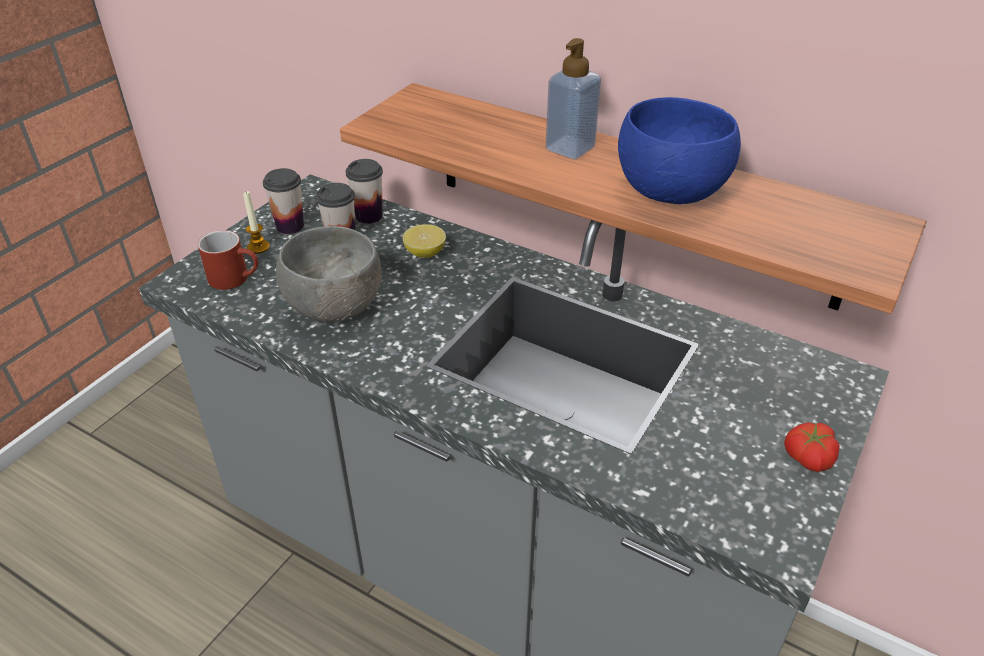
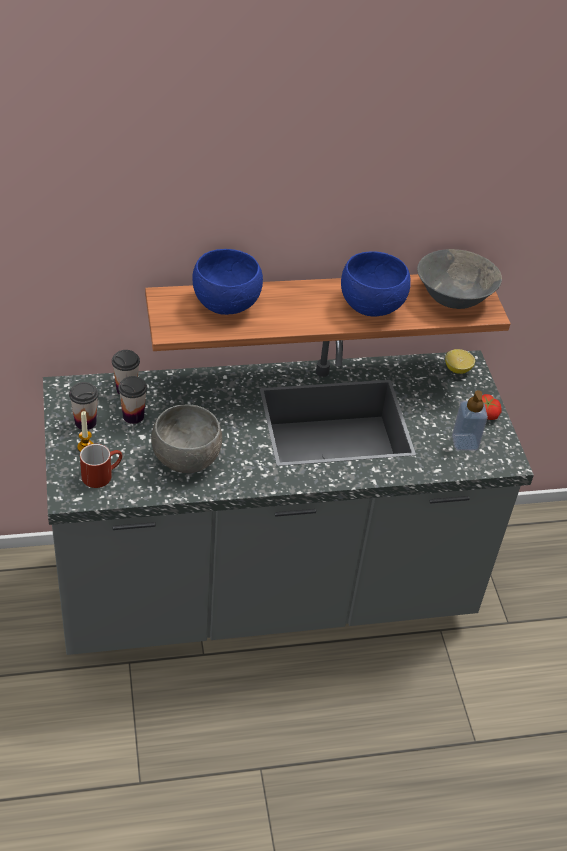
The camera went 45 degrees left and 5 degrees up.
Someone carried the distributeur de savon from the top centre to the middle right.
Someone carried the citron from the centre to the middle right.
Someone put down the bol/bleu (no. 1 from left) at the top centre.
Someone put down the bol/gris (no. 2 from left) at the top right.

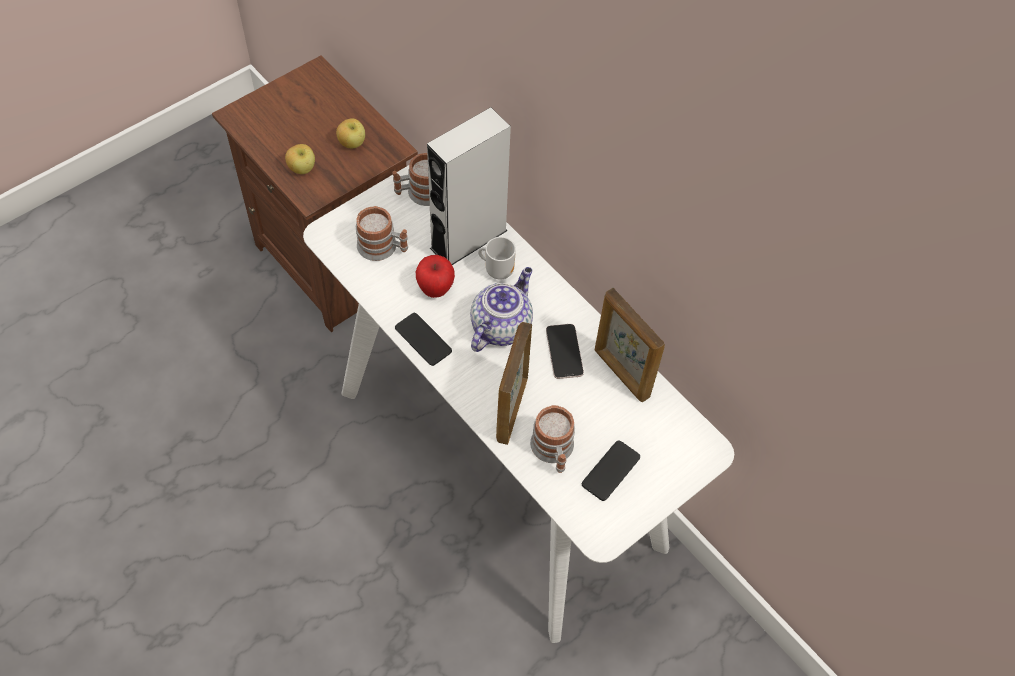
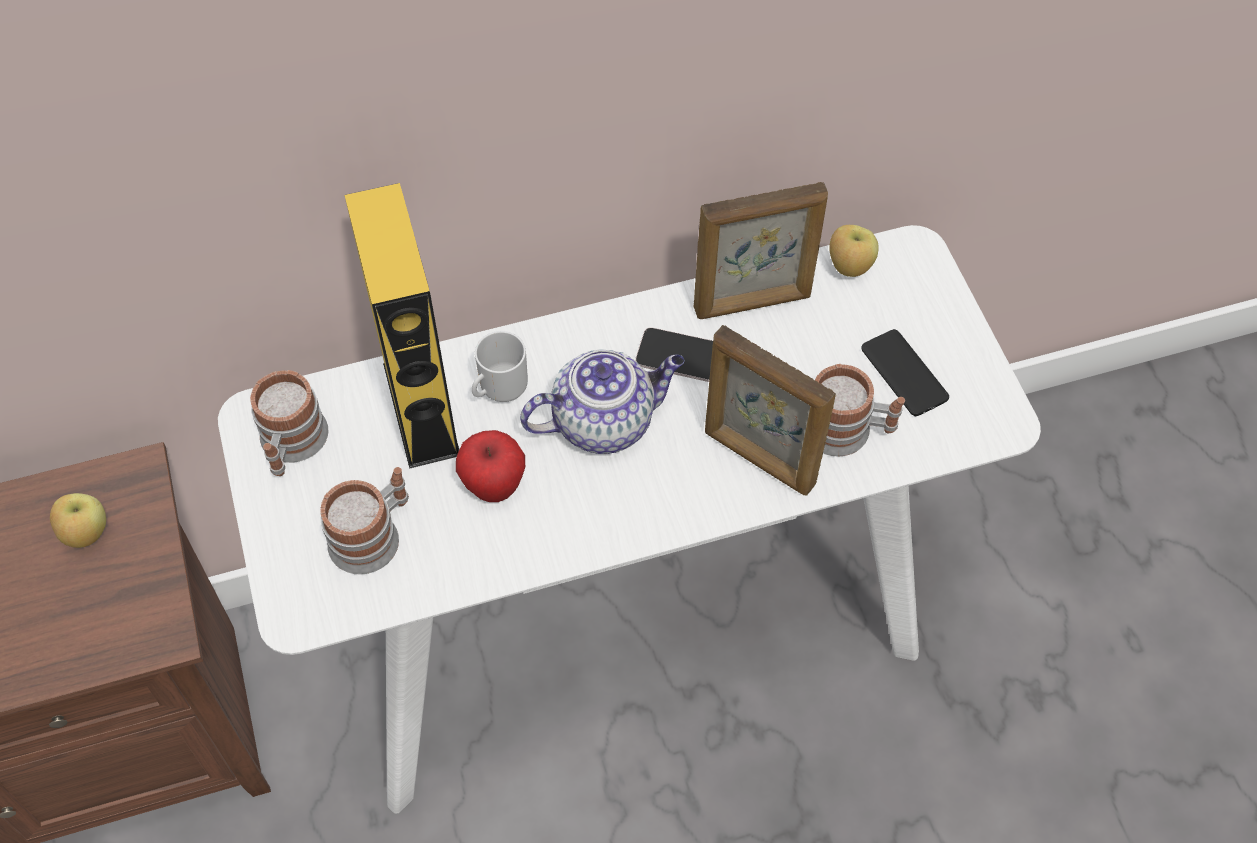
The camera went 65 degrees left and 0 degrees up.
Someone repainted the enceinte/gris at the top centre, which became the enceinte/jaune at the middle left.
Someone carried the pomme (no. 1 from left in the first image) from the top left to the top right.
Someone rotated the théière at the centre by 105 degrees clockwise.
Someone took away the téléphone (no. 1 from left) at the centre.

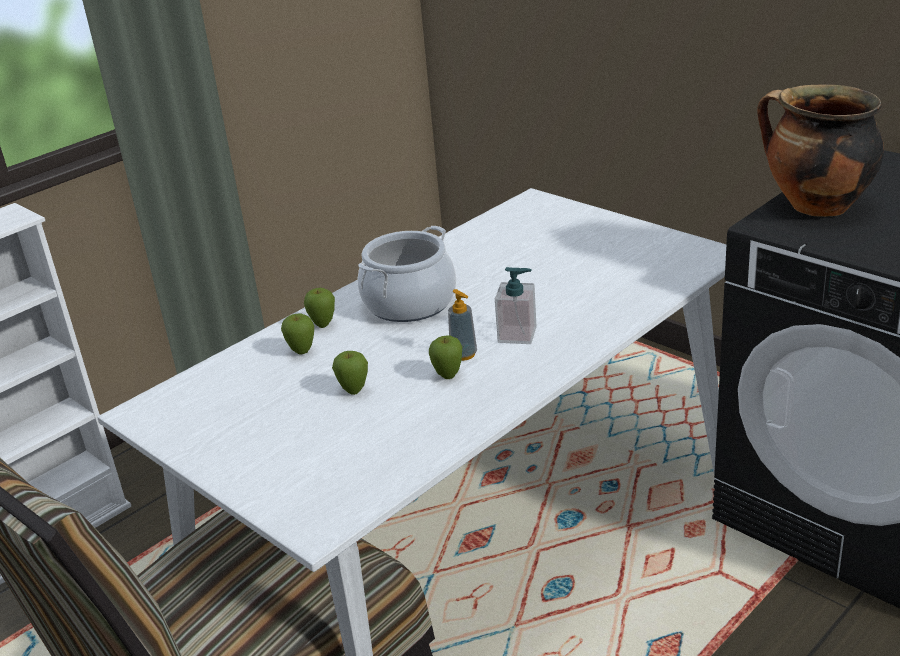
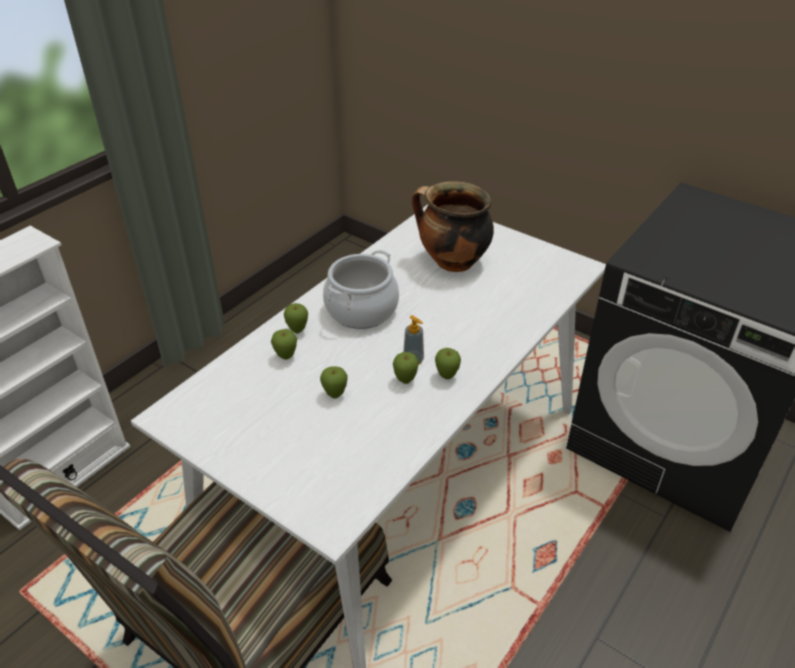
The camera went 10 degrees left and 10 degrees up.
Someone carried the marmite (no. 2 from left) from the top right to the centre.
Someone took away the distributeur de savon (no. 2 from left) at the centre.
Someone put down the pomme (no. 5 from left) at the centre.

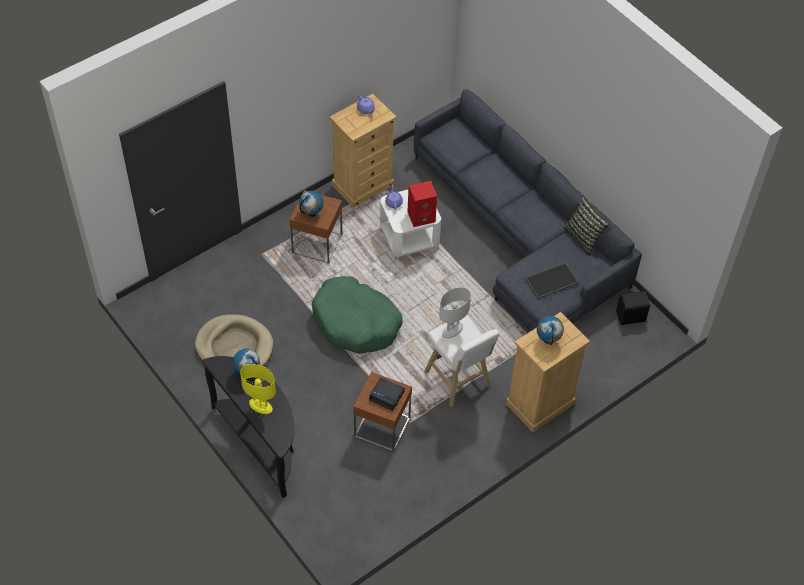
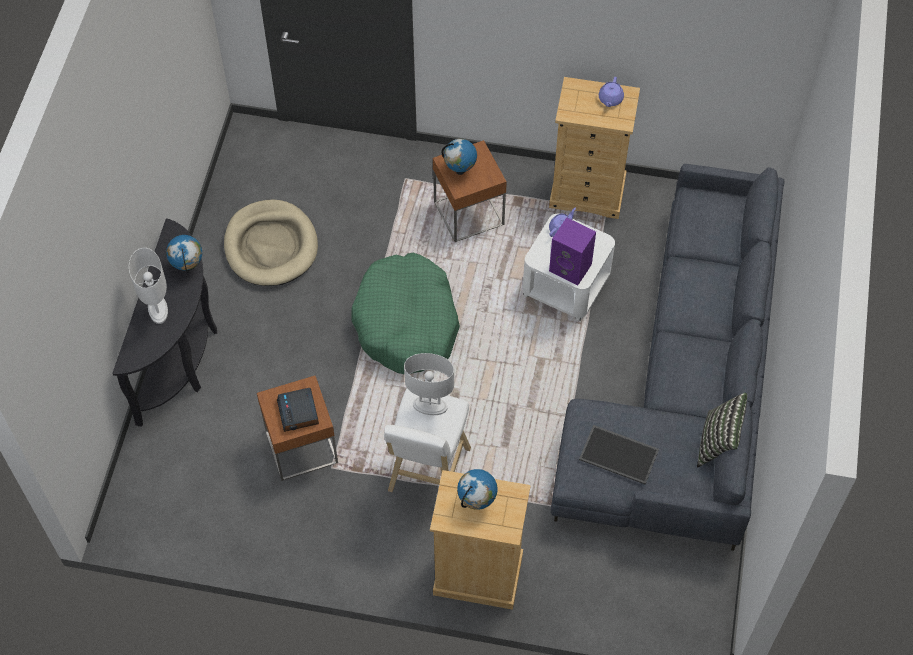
The camera went 50 degrees right and 5 degrees up.
Someone repainted the enceinte/rouge at the centre, which became the enceinte/violet at the centre.
Someone took away the enceinte/noir at the middle right.
Someone repainted the lampe de table/jaune at the middle left, which became the lampe de table/blanc (no. 1 from left) at the middle left.

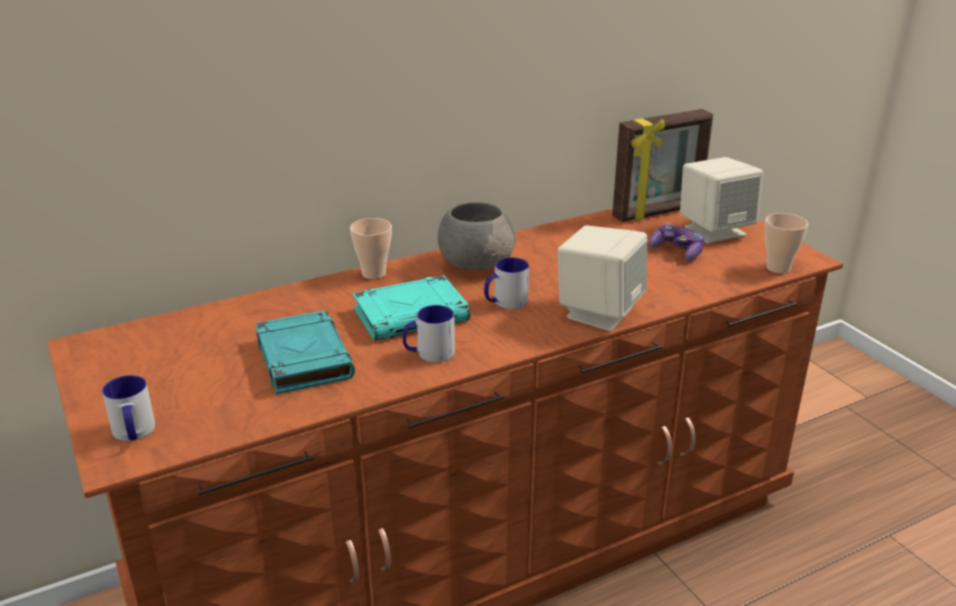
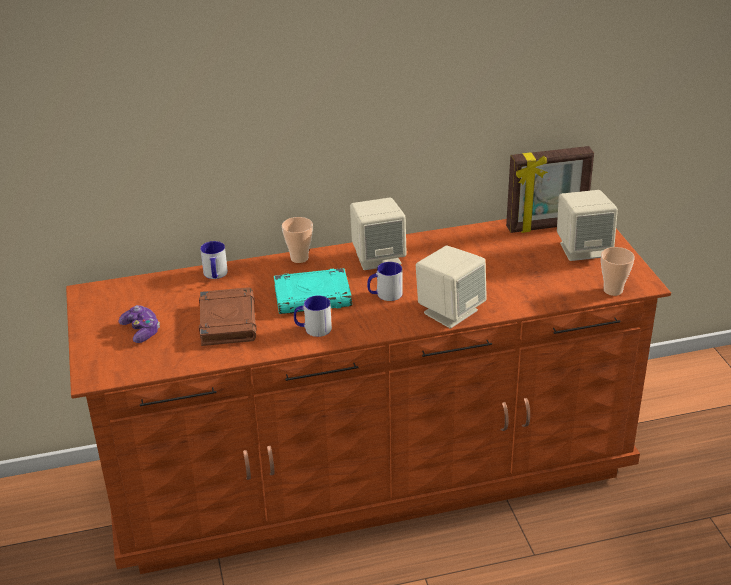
The camera went 15 degrees right and 5 degrees up.
Someone swapped the bol/gris at the centre for the enceinte/beige (no. 1 from left) at the centre.
Someone carried the manette from the middle right to the middle left.
Someone repainted the livre/turquoise (no. 1 from left) at the middle left, which became the livre/marron at the middle left.
Someone carried the mug (no. 1 from left) from the bottom left to the middle left.

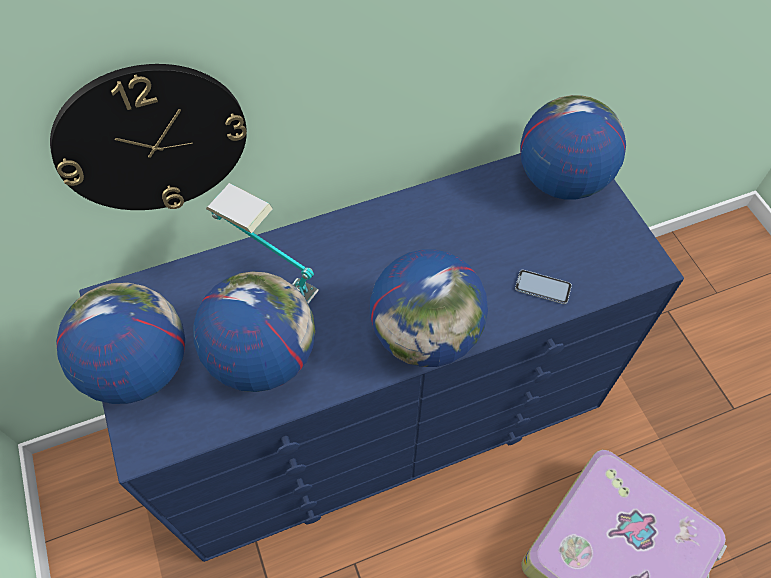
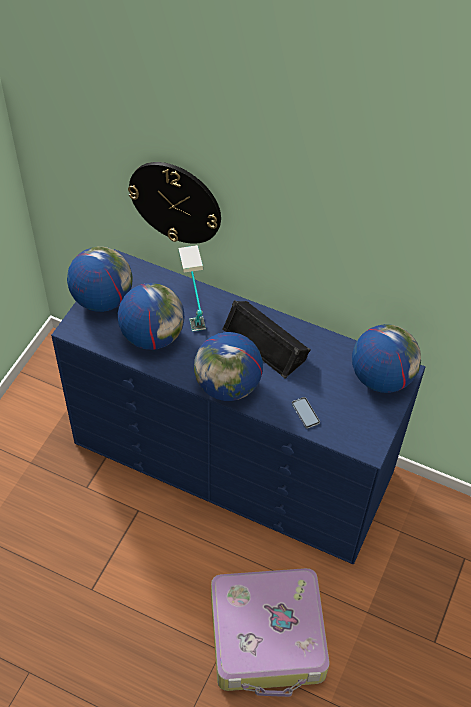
The camera went 45 degrees right and 5 degrees down.
Someone put down the enceinte/noir at the centre.

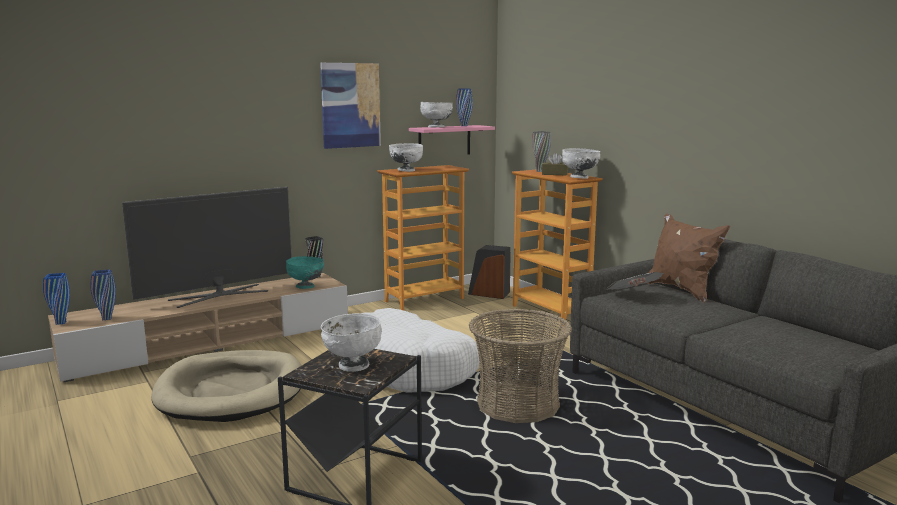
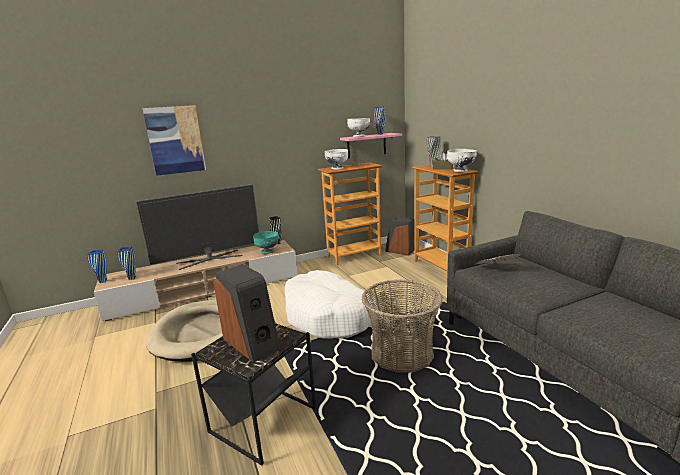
The camera went 10 degrees right and 5 degrees up.
Someone carried the tableau from the top centre to the top left.
Someone took away the coussin/marron at the middle right.
Someone swapped the bol/blanc (no. 1 from left) at the bottom centre for the enceinte (no. 1 from left) at the centre.

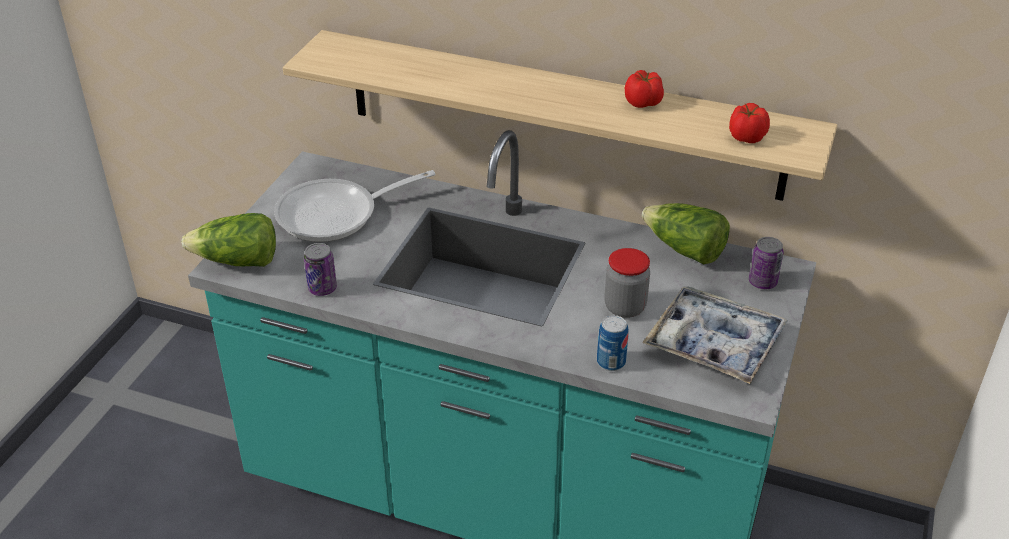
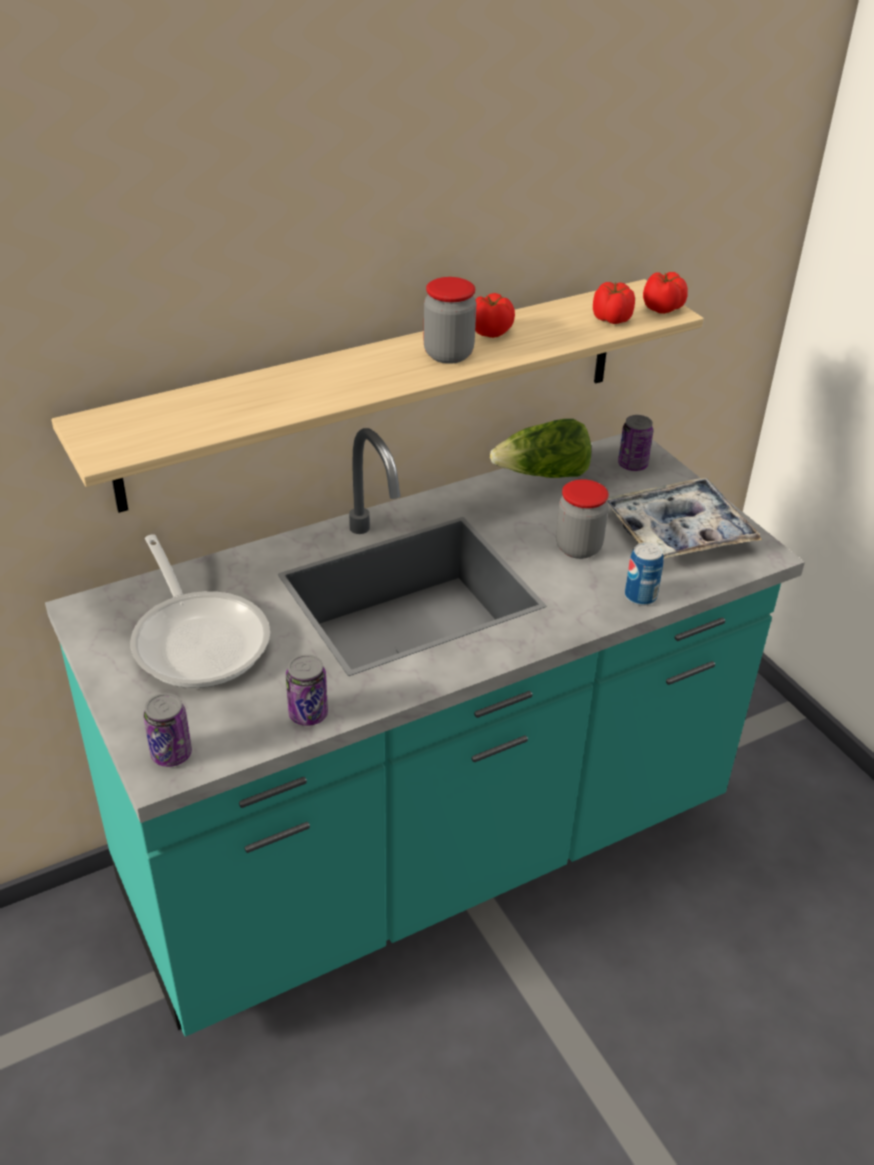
The camera went 50 degrees left and 0 degrees up.
Someone rotated the poêle at the centre by 45 degrees counterclockwise.
Someone swapped the laitue (no. 1 from left) at the middle left for the boîte métallique (no. 1 from left) at the middle left.
Someone put down the tomate (no. 3 from left) at the top right.
Someone put down the bocal (no. 1 from left) at the top centre.

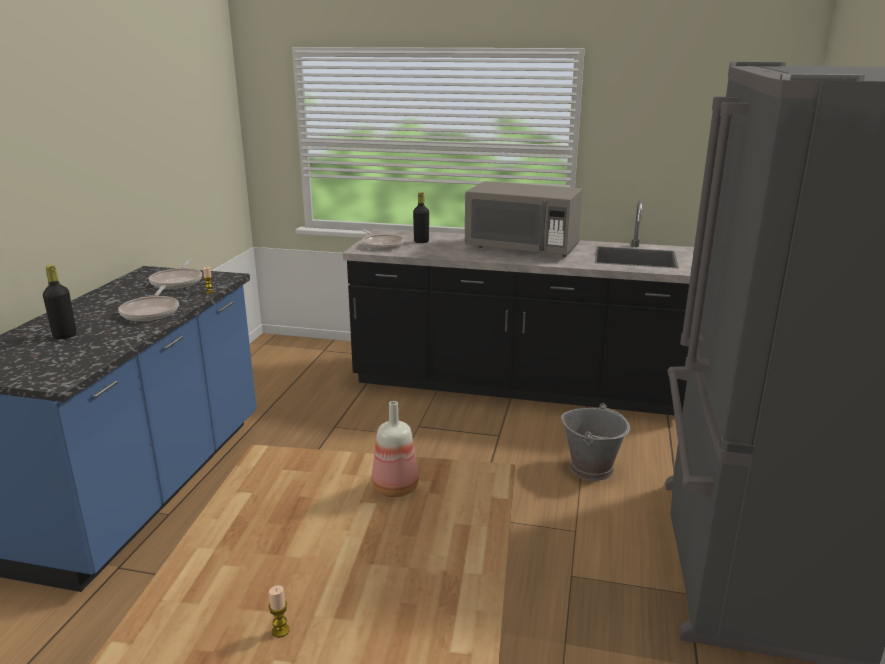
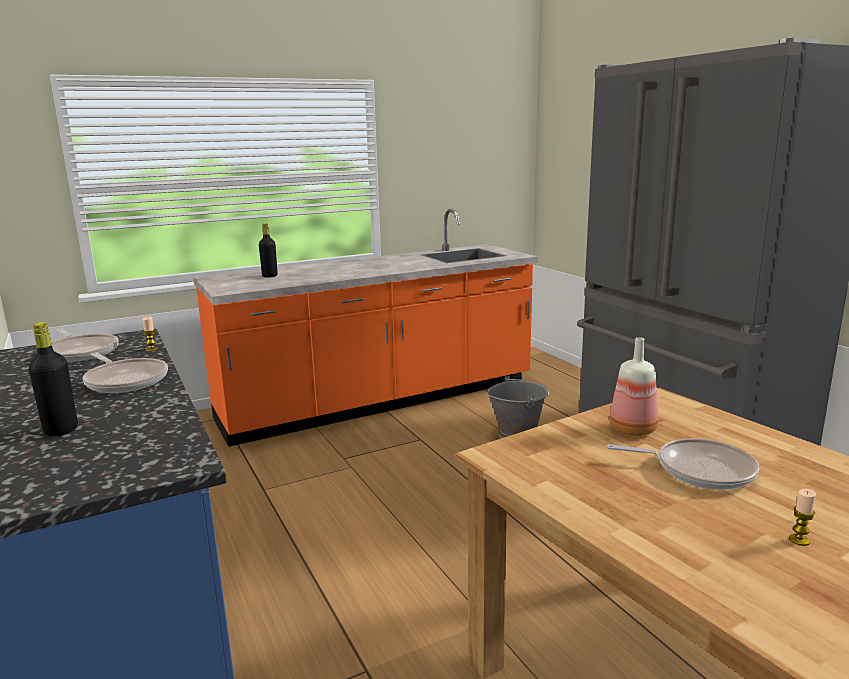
The camera went 40 degrees left and 5 degrees down.
Someone took away the micro-ondes/gris at the top centre.
Someone repainted the comptoir de cuisine/noir at the centre, which became the comptoir de cuisine/orange at the centre.
Someone carried the poêle (no. 3 from left) from the centre to the bottom right.

